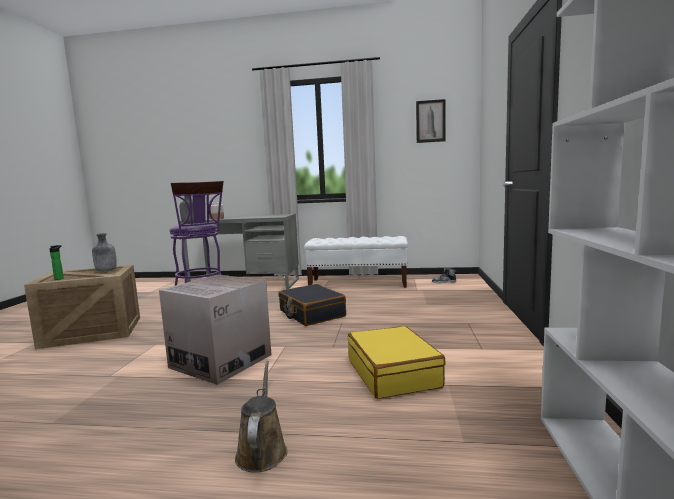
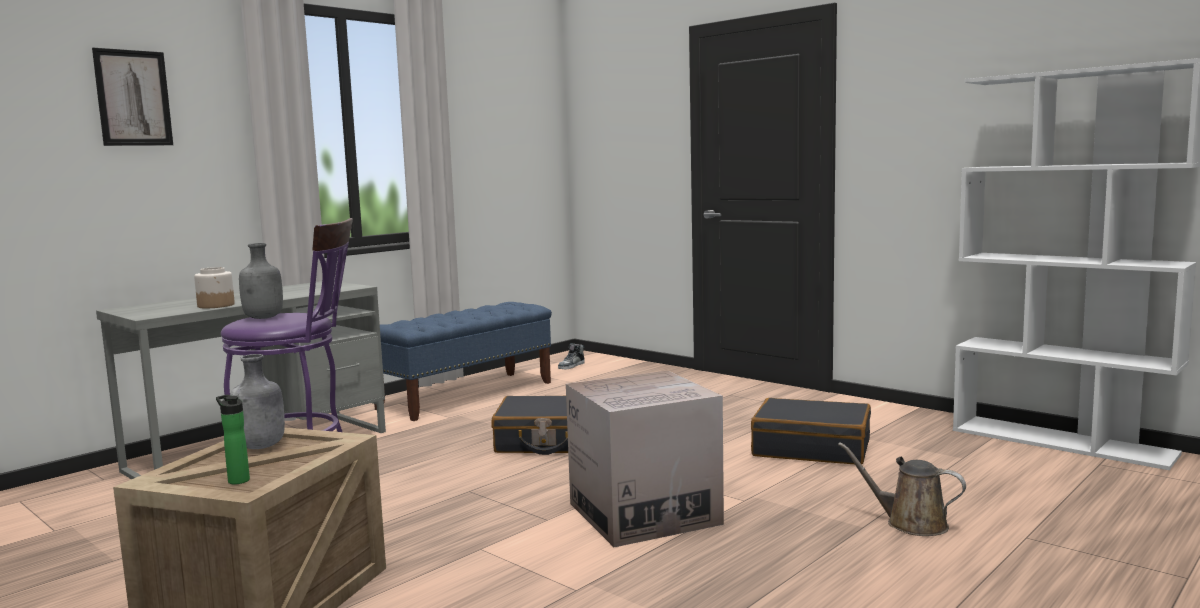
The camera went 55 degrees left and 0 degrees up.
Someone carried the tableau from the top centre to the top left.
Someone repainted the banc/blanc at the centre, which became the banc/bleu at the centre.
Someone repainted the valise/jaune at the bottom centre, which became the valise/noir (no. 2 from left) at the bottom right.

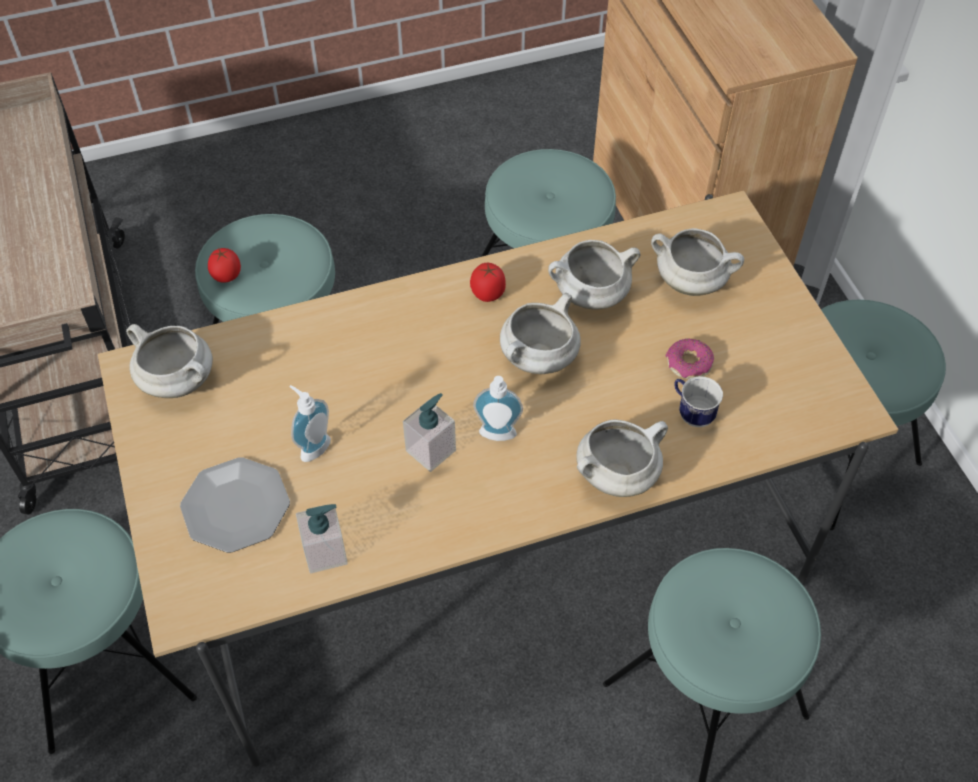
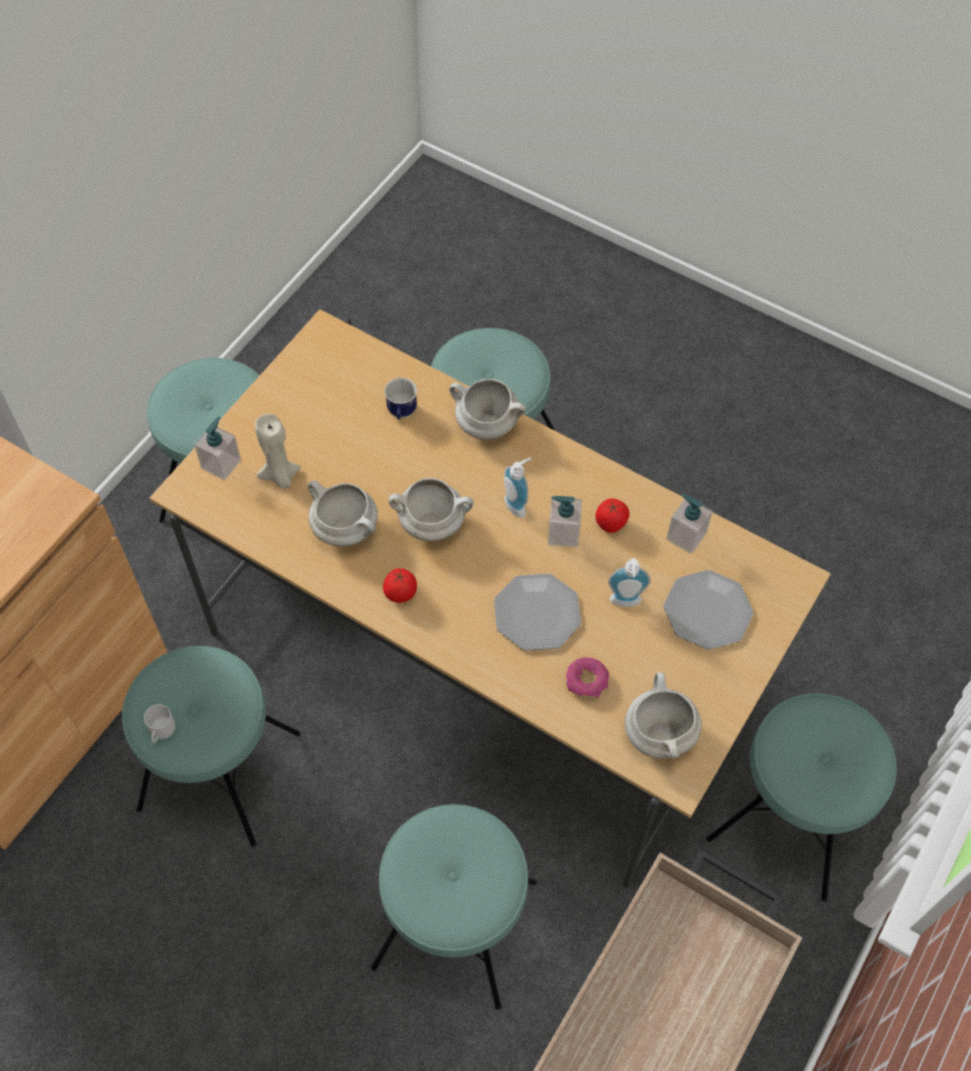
The camera went 130 degrees left and 5 degrees up.
Someone swapped the marmite/blanc (no. 5 from left) at the middle right for the bougie/beige at the middle left.
Someone carried the tomate (no. 1 from left in the first image) from the middle left to the centre.
Someone carried the beignet from the middle right to the centre.
Someone put down the distributeur de savon (no. 1 from left) at the middle left.
Someone put down the assiette (no. 1 from left) at the centre.
Someone put down the mug (no. 1 from left) at the bottom left.

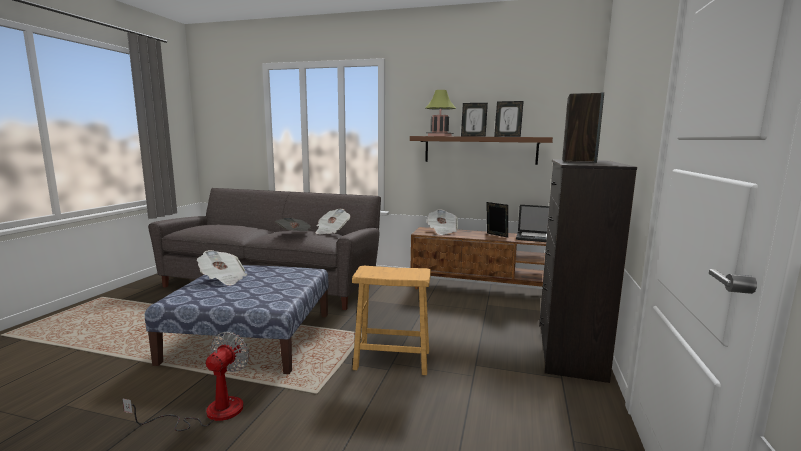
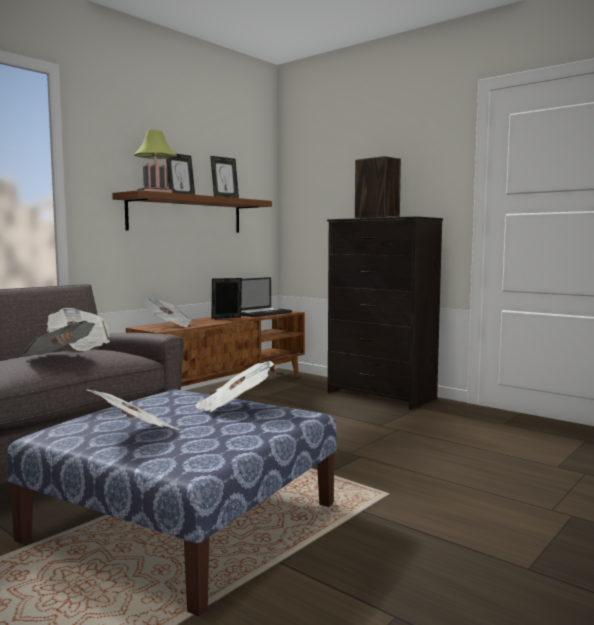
The camera went 65 degrees left and 5 degrees down.
Someone took away the tabouret/marron at the bottom centre.
Someone took away the ventilateur at the bottom left.
Someone put down the journal (no. 5 from left) at the centre.

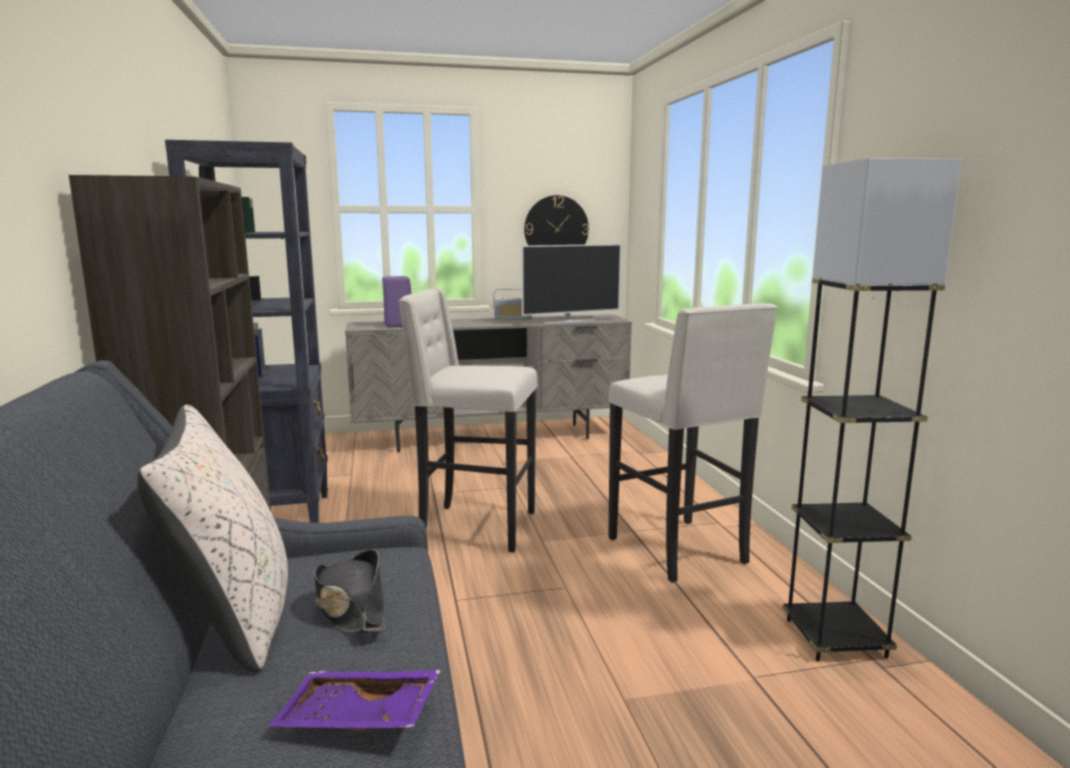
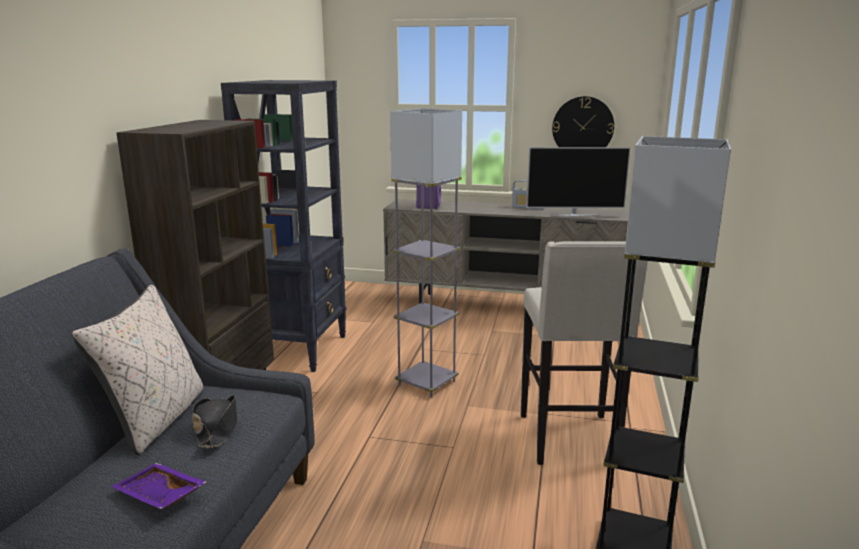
The camera went 25 degrees right and 5 degrees up.
Someone swapped the tabouret/beige (no. 1 from left) at the centre for the lampadaire/gris (no. 1 from left) at the centre.

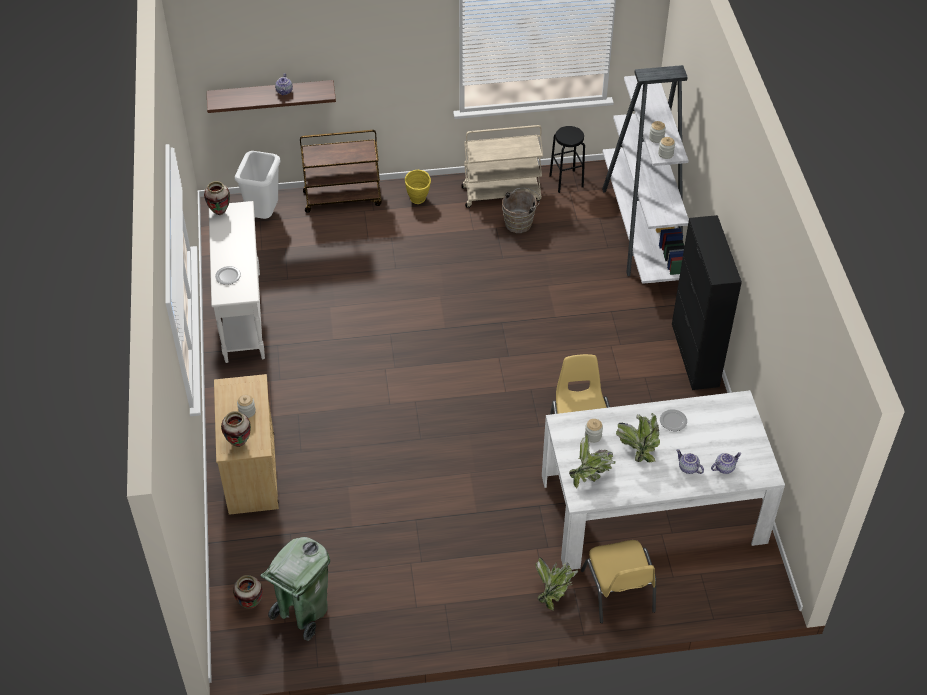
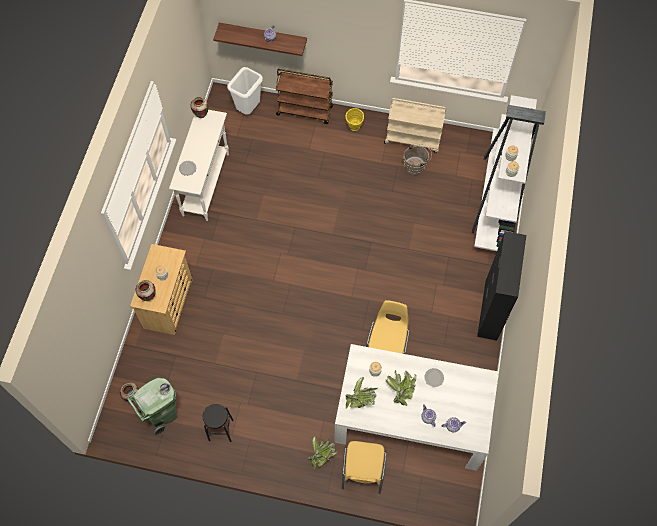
The camera went 20 degrees right and 15 degrees up.
Someone carried the tabouret/noir from the top centre to the bottom left.

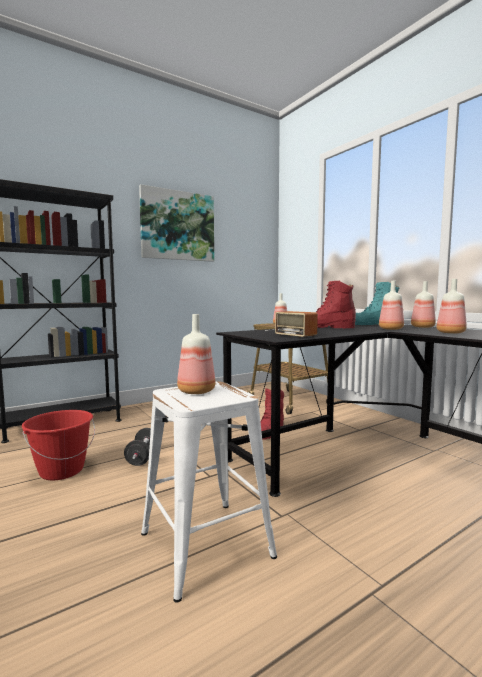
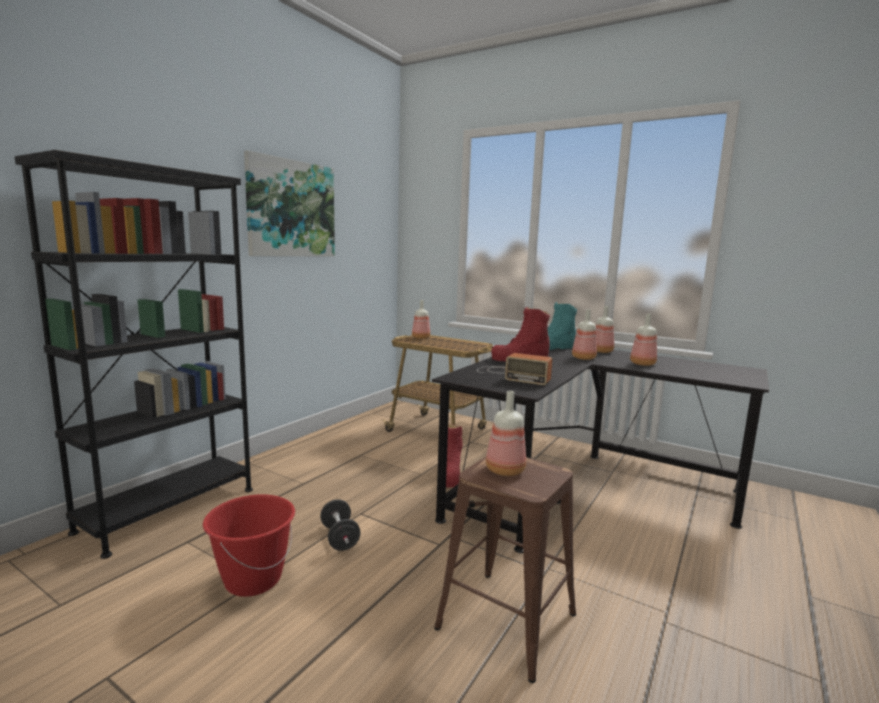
The camera went 25 degrees left and 5 degrees up.
Someone repainted the tabouret/blanc at the bottom centre, which became the tabouret/marron at the bottom centre.

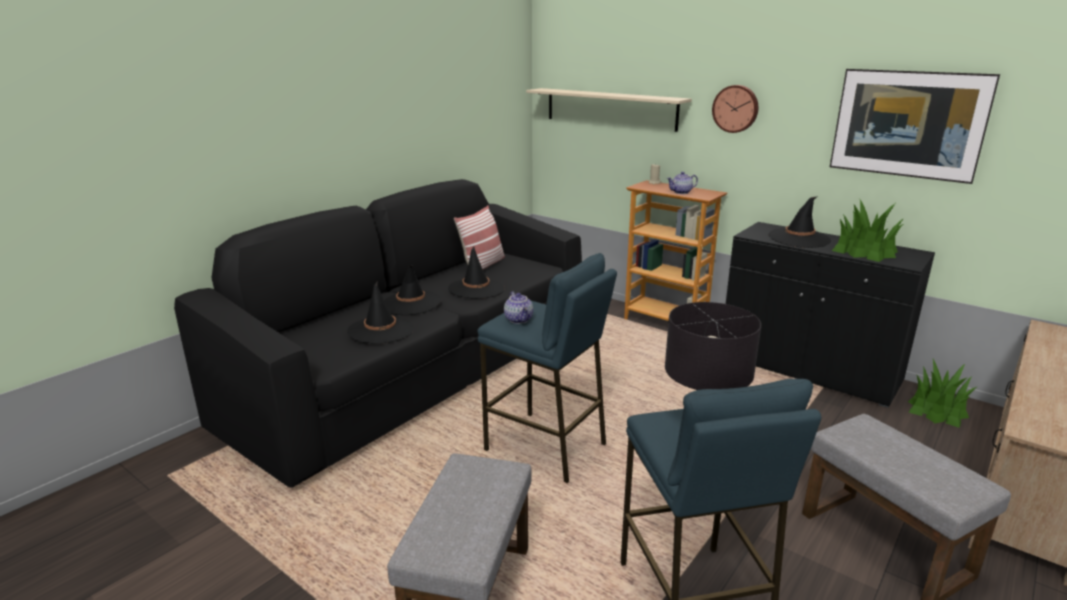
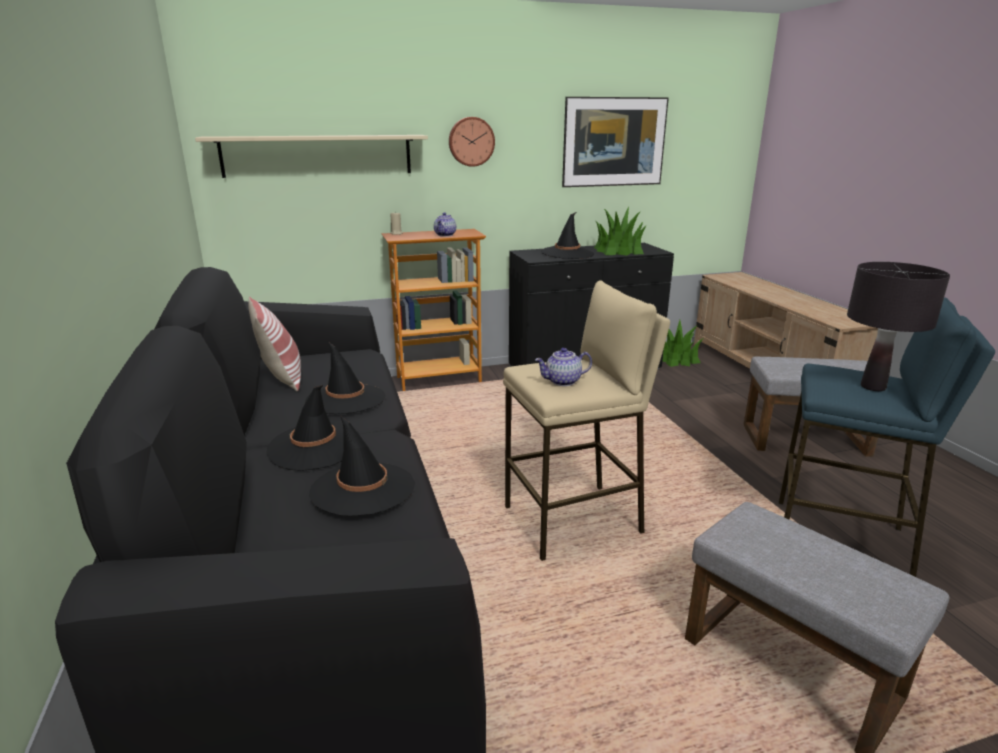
The camera went 55 degrees left and 0 degrees up.
Someone repainted the tabouret/bleu (no. 1 from left) at the centre, which became the tabouret/beige at the centre.
Someone rotated the théière (no. 1 from left in the first image) at the centre by 150 degrees clockwise.

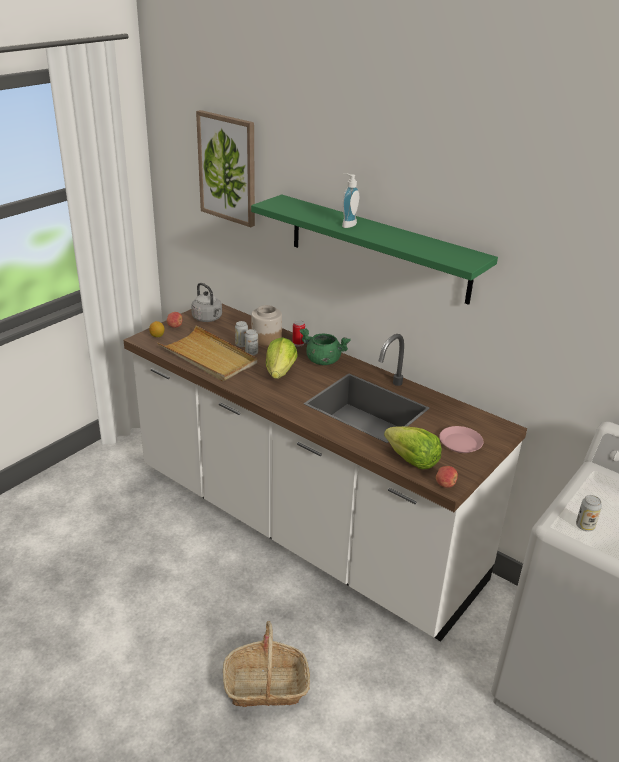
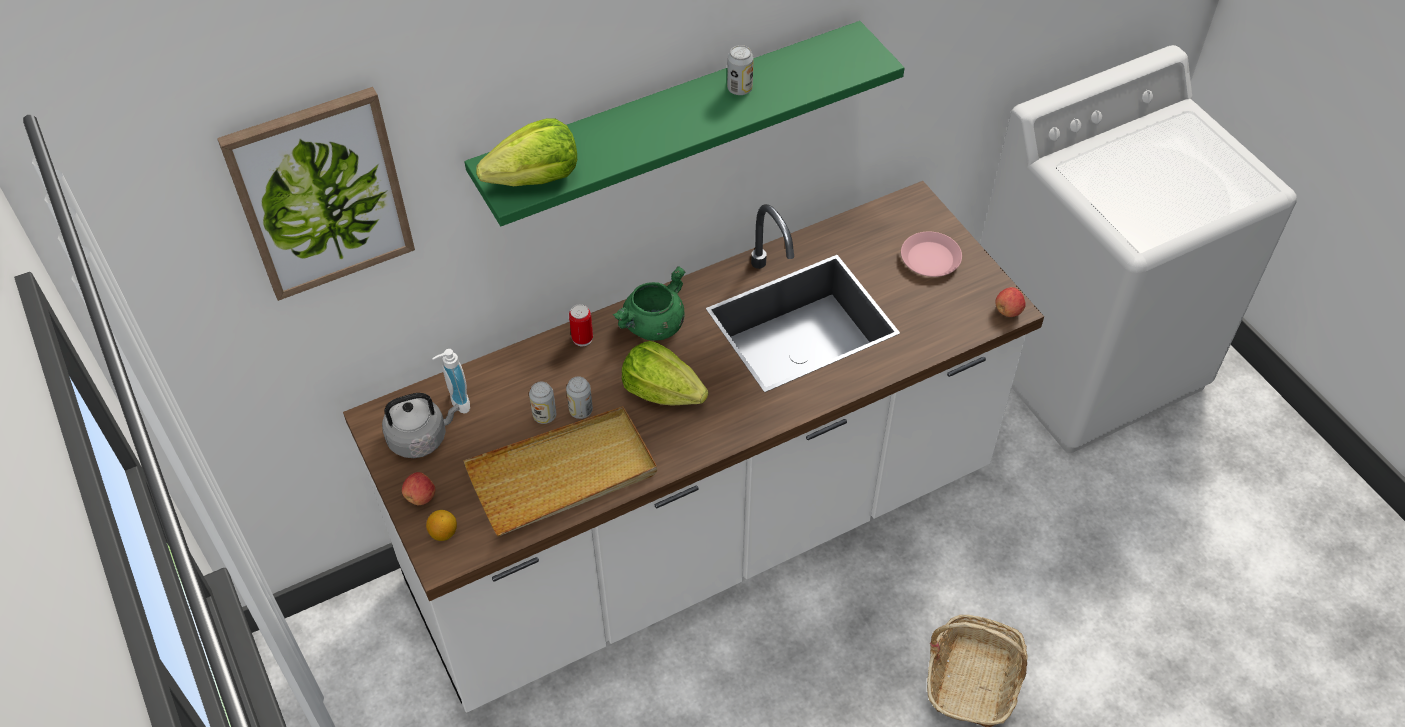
The camera went 65 degrees left and 20 degrees up.
Someone carried the distributeur de savon from the top centre to the middle left.
Someone took away the bocal at the centre.
Someone carried the laitue (no. 2 from left in the first image) from the middle right to the top centre.
Someone carried the boîte métallique (no. 4 from left) from the bottom right to the top centre.

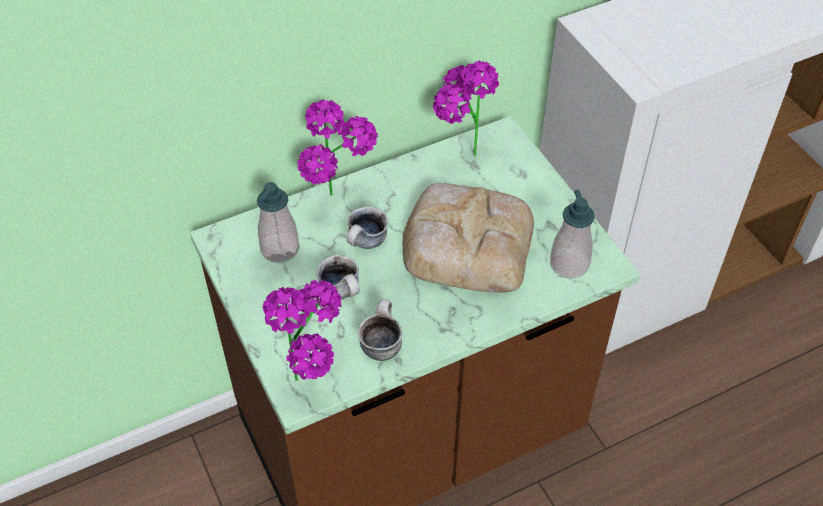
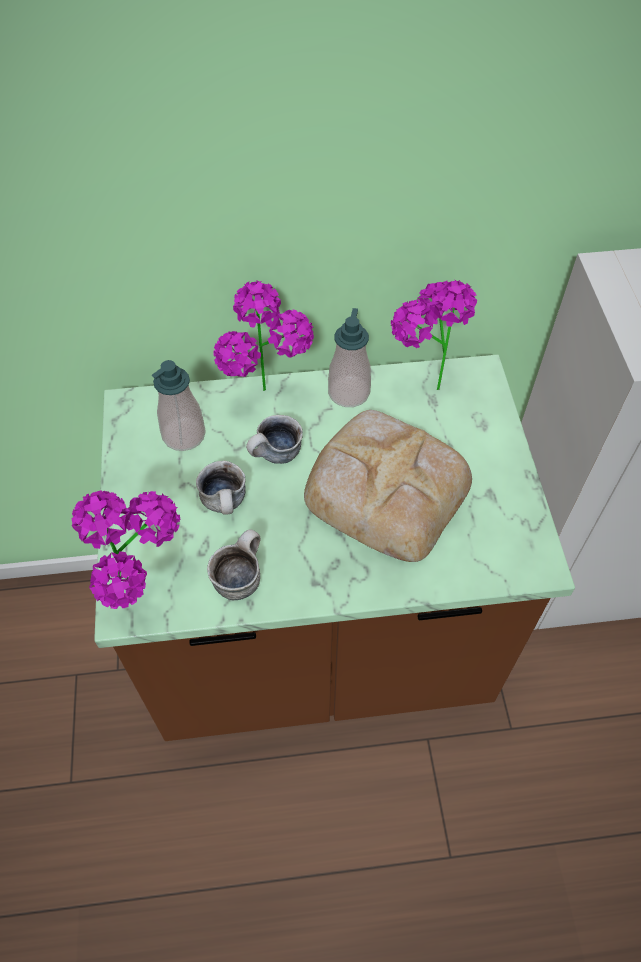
The camera went 20 degrees right and 5 degrees up.
Someone carried the distributeur de savon (no. 2 from left) from the middle right to the centre.

